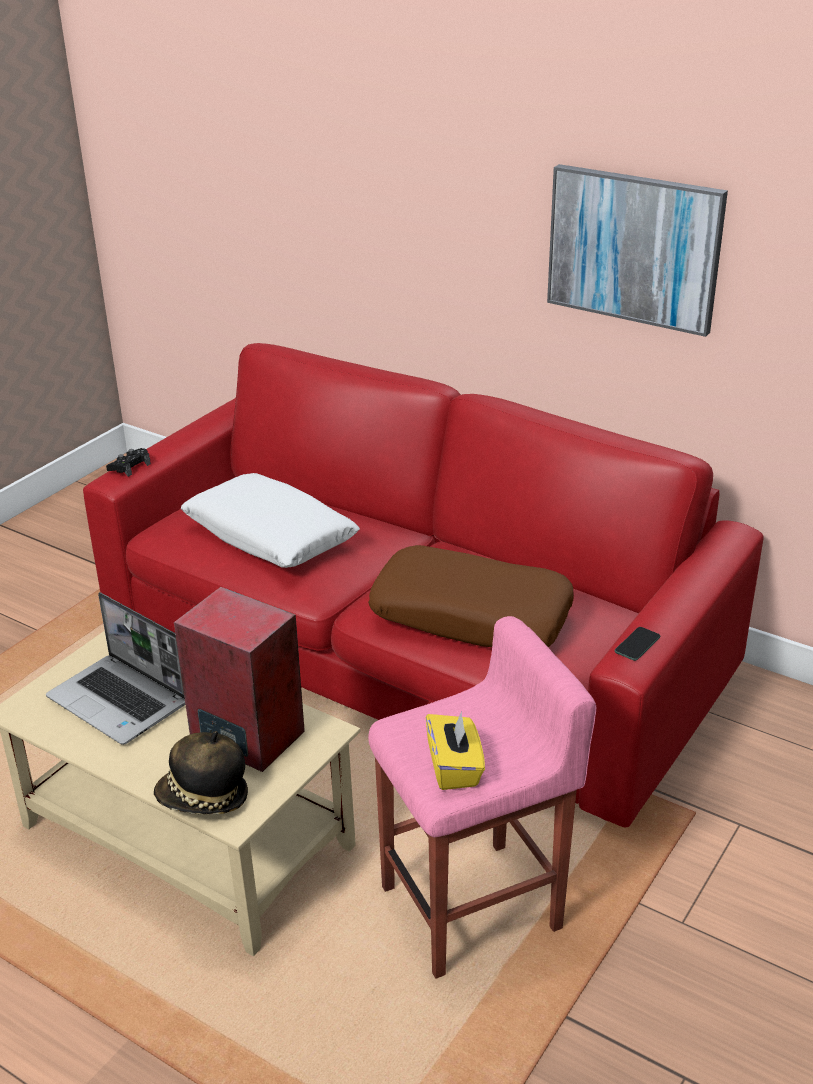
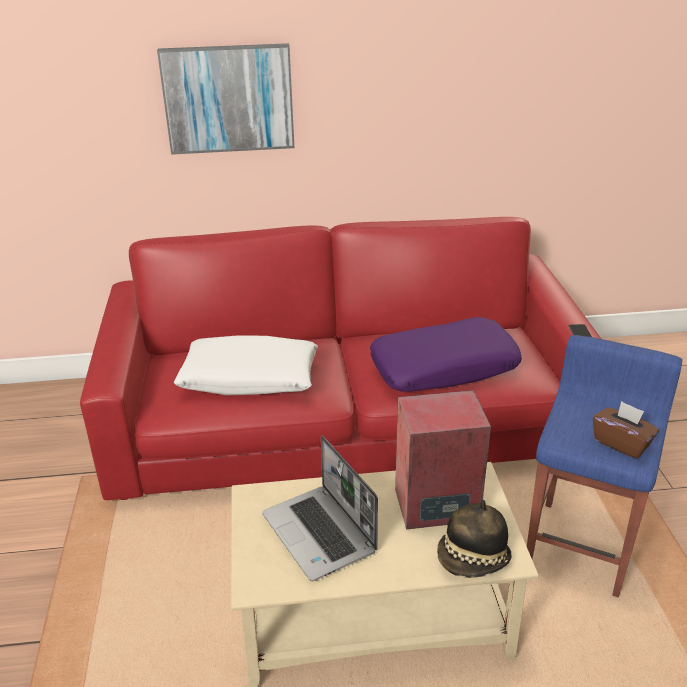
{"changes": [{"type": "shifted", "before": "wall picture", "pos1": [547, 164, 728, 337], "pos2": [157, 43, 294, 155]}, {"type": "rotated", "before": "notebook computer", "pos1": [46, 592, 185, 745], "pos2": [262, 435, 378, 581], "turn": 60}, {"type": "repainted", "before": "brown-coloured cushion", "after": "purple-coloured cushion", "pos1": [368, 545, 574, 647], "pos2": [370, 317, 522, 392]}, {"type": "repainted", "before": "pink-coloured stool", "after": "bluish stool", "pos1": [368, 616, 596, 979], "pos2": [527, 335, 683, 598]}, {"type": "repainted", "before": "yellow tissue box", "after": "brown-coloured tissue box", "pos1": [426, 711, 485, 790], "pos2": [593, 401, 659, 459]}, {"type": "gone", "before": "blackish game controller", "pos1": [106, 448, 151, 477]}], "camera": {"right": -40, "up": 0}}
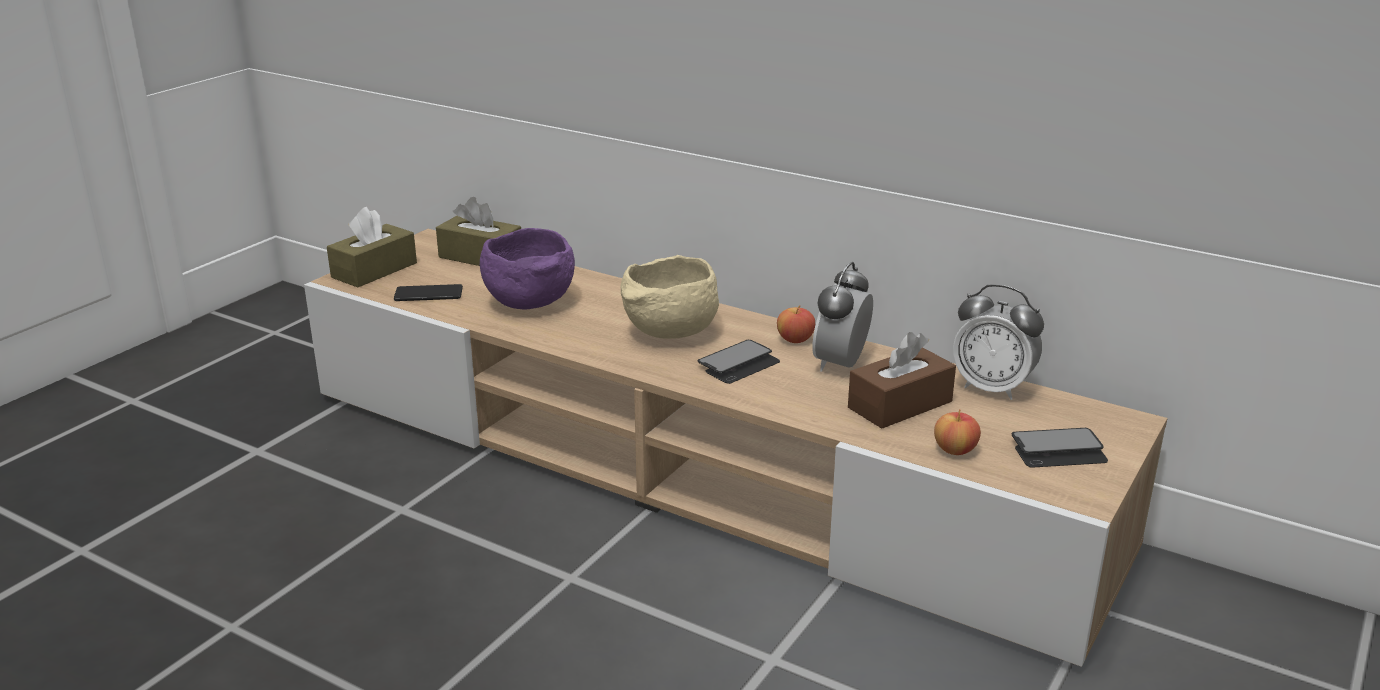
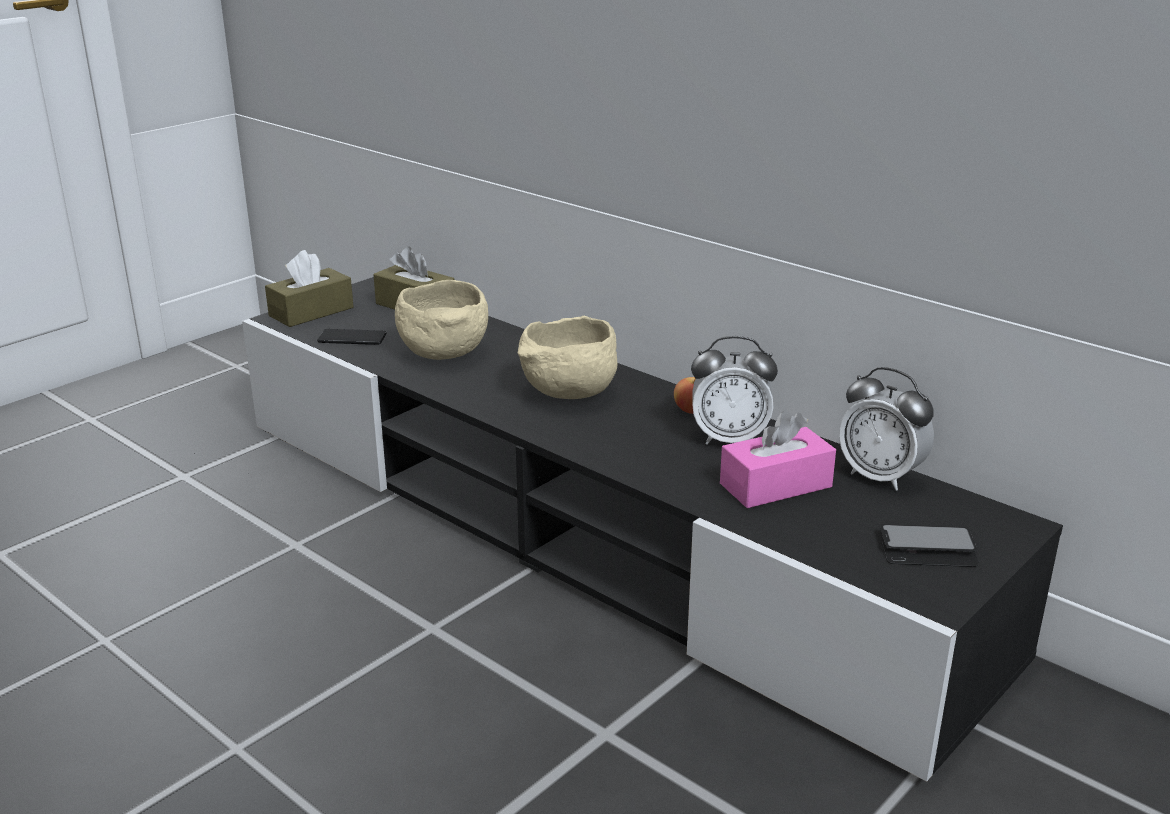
{"changes": [{"type": "repainted", "before": "beige tv stand", "after": "blackish tv stand", "pos1": [304, 229, 1168, 667], "pos2": [242, 277, 1063, 782]}, {"type": "repainted", "before": "purple-coloured serving bowl", "after": "beige serving bowl", "pos1": [480, 228, 575, 310], "pos2": [395, 280, 488, 360]}, {"type": "rotated", "before": "bedside clock", "pos1": [812, 262, 873, 372], "pos2": [691, 336, 778, 445], "turn": -120}, {"type": "repainted", "before": "brown-coloured tissue box", "after": "pink-coloured tissue box", "pos1": [848, 332, 956, 429], "pos2": [720, 410, 836, 508]}, {"type": "gone", "before": "telephone", "pos1": [697, 340, 780, 384]}, {"type": "gone", "before": "whole apple", "pos1": [934, 409, 981, 455]}], "camera": {"right": 10, "up": 0}}
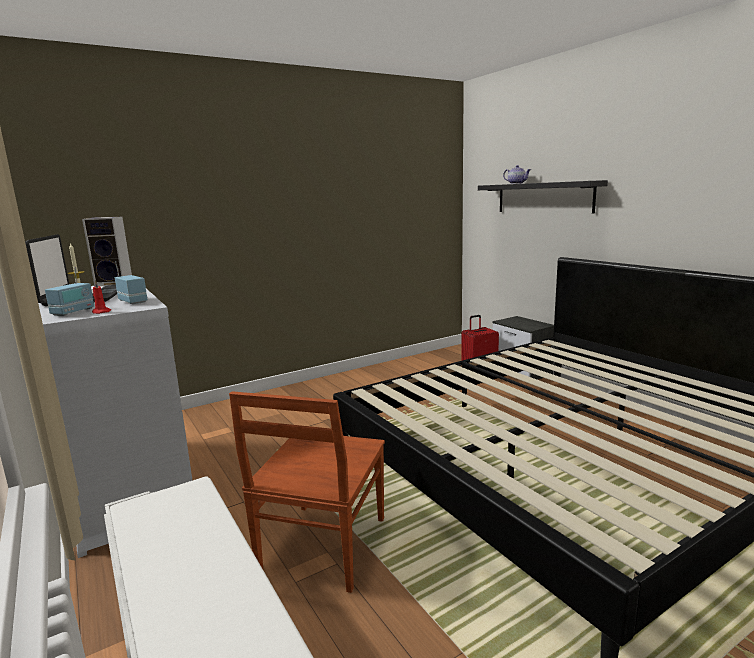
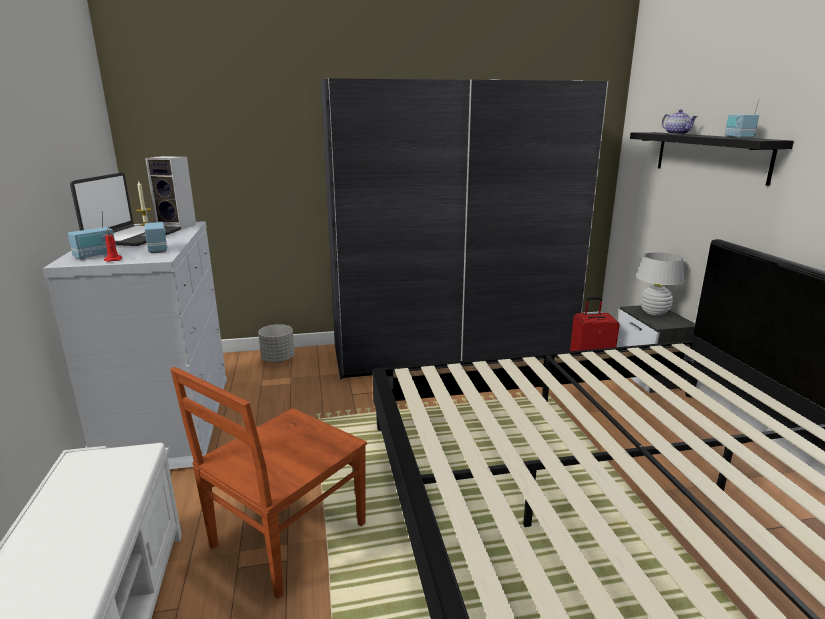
{"changes": [{"type": "new", "after": "gray flower pot", "pos2": [258, 324, 295, 363]}, {"type": "new", "after": "gray wardrobe", "pos2": [321, 78, 608, 379]}, {"type": "new", "after": "white-coloured lamp for a table", "pos2": [636, 252, 684, 315]}, {"type": "new", "after": "radio receiver", "pos2": [725, 99, 760, 139]}], "camera": {"right": 20, "up": 5}}
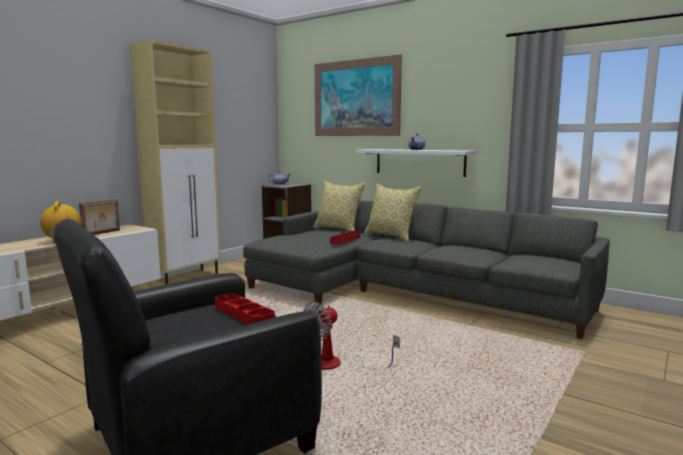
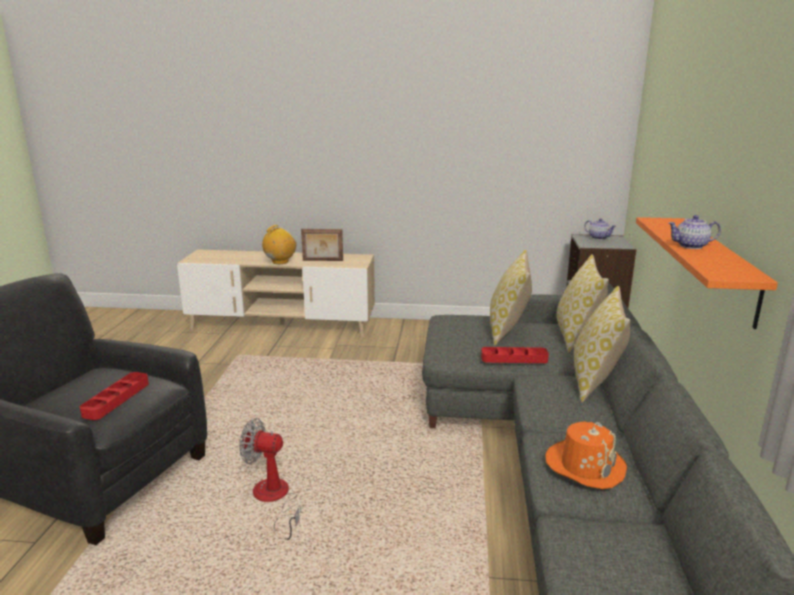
{"changes": [{"type": "new", "after": "cushion", "pos2": [490, 250, 532, 346]}, {"type": "new", "after": "orange-coloured hat", "pos2": [545, 421, 627, 489]}, {"type": "repainted", "before": "white-coloured shelf", "after": "orange-coloured shelf", "pos1": [356, 149, 477, 177], "pos2": [636, 217, 778, 329]}, {"type": "gone", "before": "beige cupboard", "pos1": [130, 40, 221, 285]}, {"type": "gone", "before": "wall picture", "pos1": [315, 54, 402, 136]}], "camera": {"right": 60, "up": 10}}
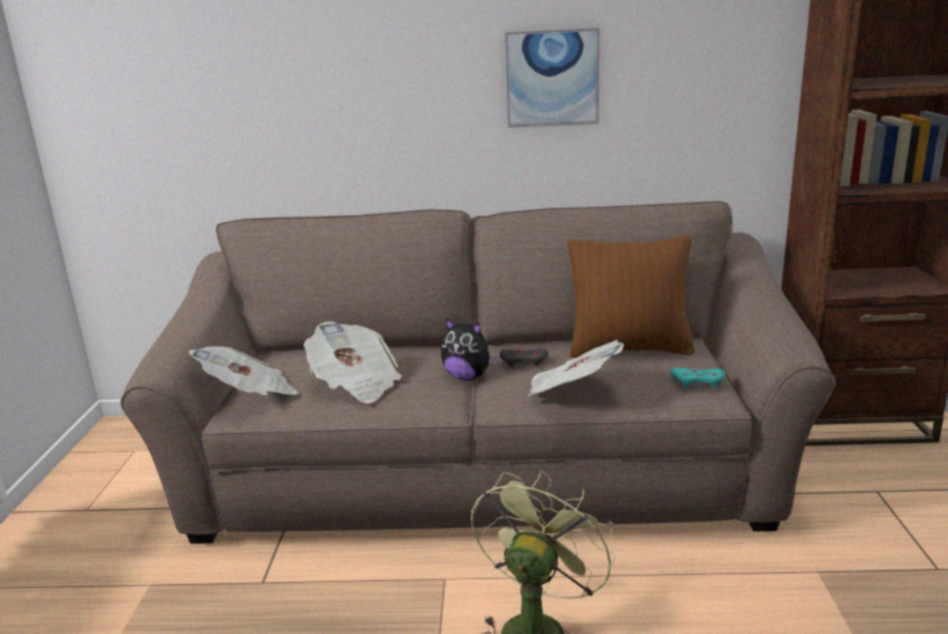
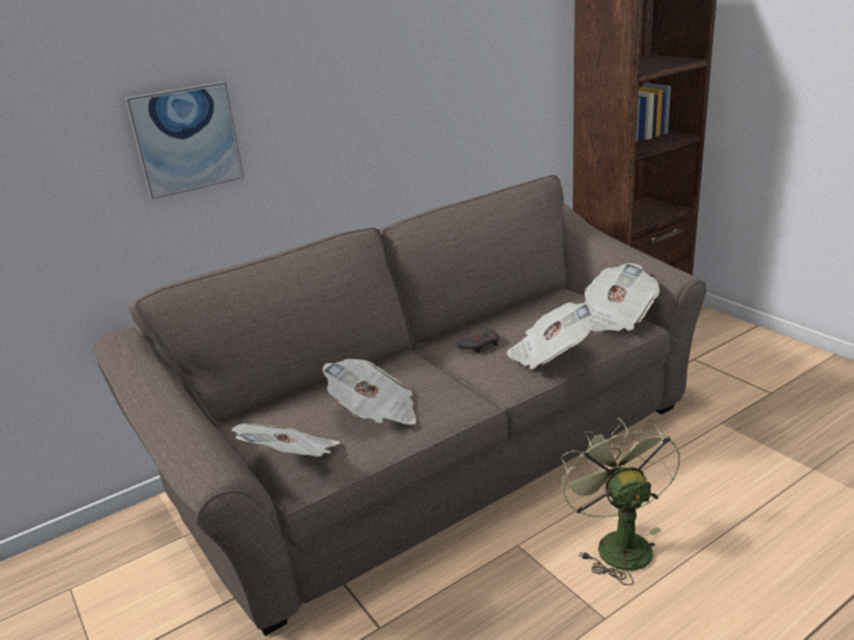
{"changes": [{"type": "shifted", "before": "wall picture", "pos1": [505, 28, 599, 128], "pos2": [125, 82, 244, 199]}, {"type": "swapped", "before": "turquoise game controller", "after": "printed paper", "pos1": [671, 368, 725, 389], "pos2": [584, 263, 660, 331]}, {"type": "gone", "before": "soft toy", "pos1": [441, 318, 498, 380]}, {"type": "gone", "before": "brown-coloured cushion", "pos1": [568, 236, 695, 357]}], "camera": {"right": -35, "up": 5}}
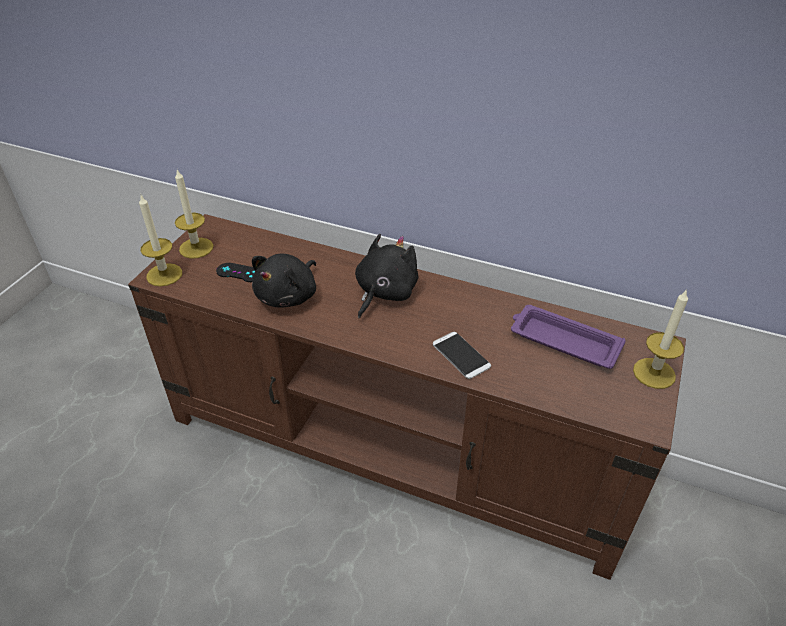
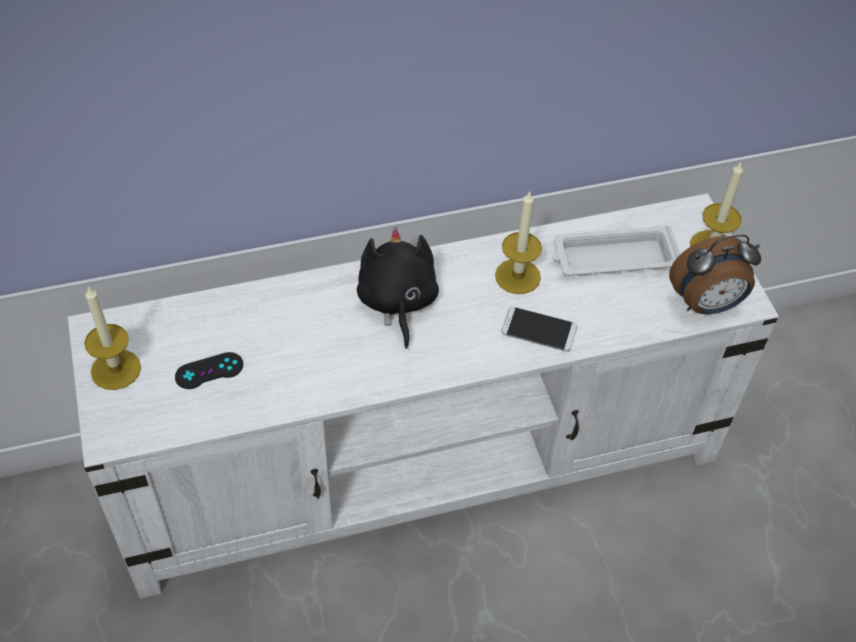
{"changes": [{"type": "repainted", "before": "brown-coloured tv stand", "after": "white-coloured tv stand", "pos1": [128, 214, 686, 580], "pos2": [68, 193, 779, 599]}, {"type": "shifted", "before": "candle", "pos1": [139, 195, 182, 286], "pos2": [495, 191, 542, 294]}, {"type": "repainted", "before": "purple-coloured serving tray", "after": "white-coloured serving tray", "pos1": [511, 305, 626, 369], "pos2": [552, 225, 680, 276]}, {"type": "new", "after": "bedside clock", "pos2": [669, 234, 761, 314]}, {"type": "gone", "before": "blackish soft toy", "pos1": [252, 254, 316, 307]}], "camera": {"right": -40, "up": 10}}
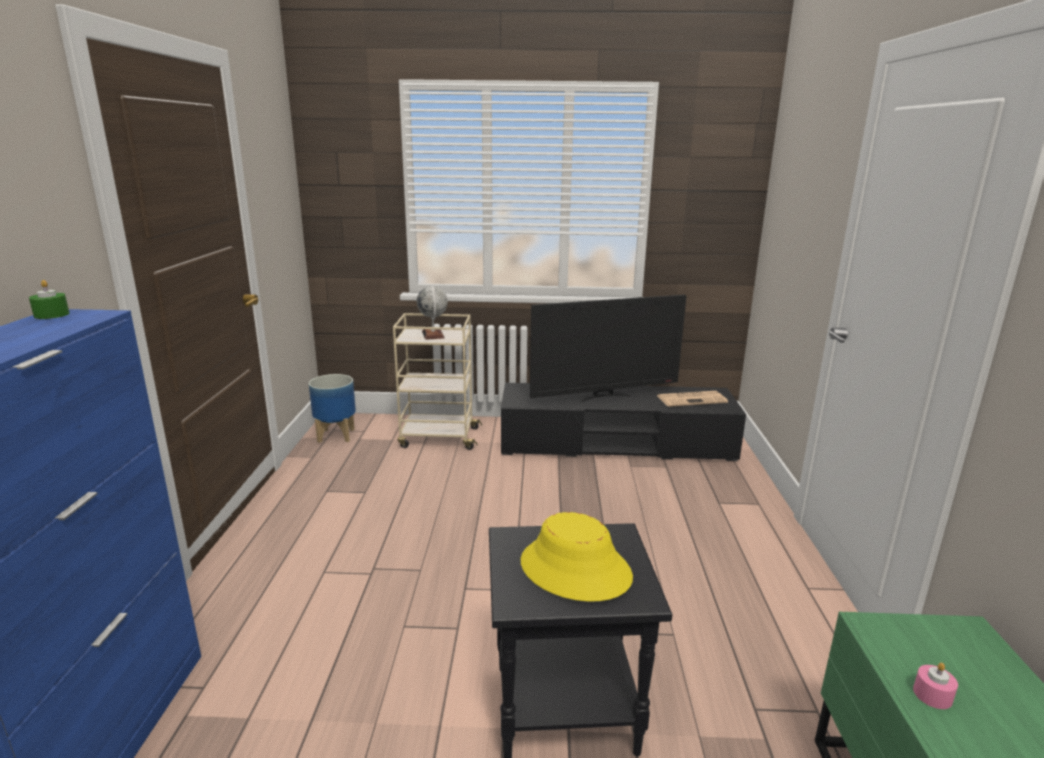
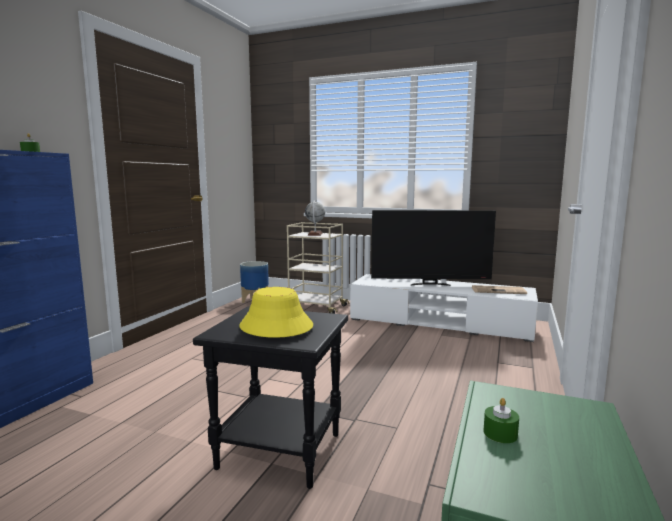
{"changes": [{"type": "repainted", "before": "blackish tv stand", "after": "white-coloured tv stand", "pos1": [501, 383, 746, 461], "pos2": [350, 274, 538, 342]}, {"type": "repainted", "before": "pink-coloured candle", "after": "greenish candle", "pos1": [913, 663, 958, 709], "pos2": [484, 398, 519, 443]}], "camera": {"right": 20, "up": -10}}
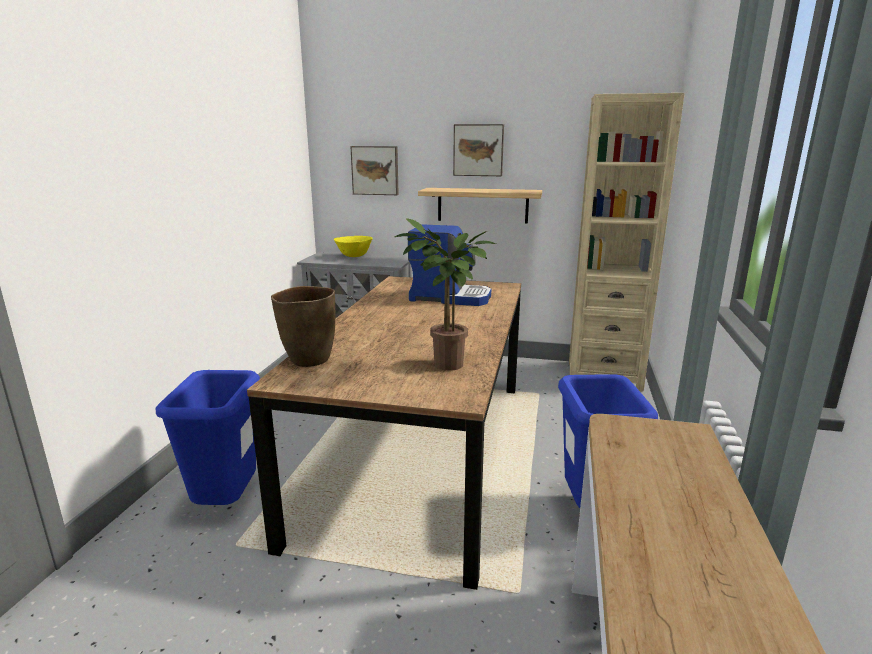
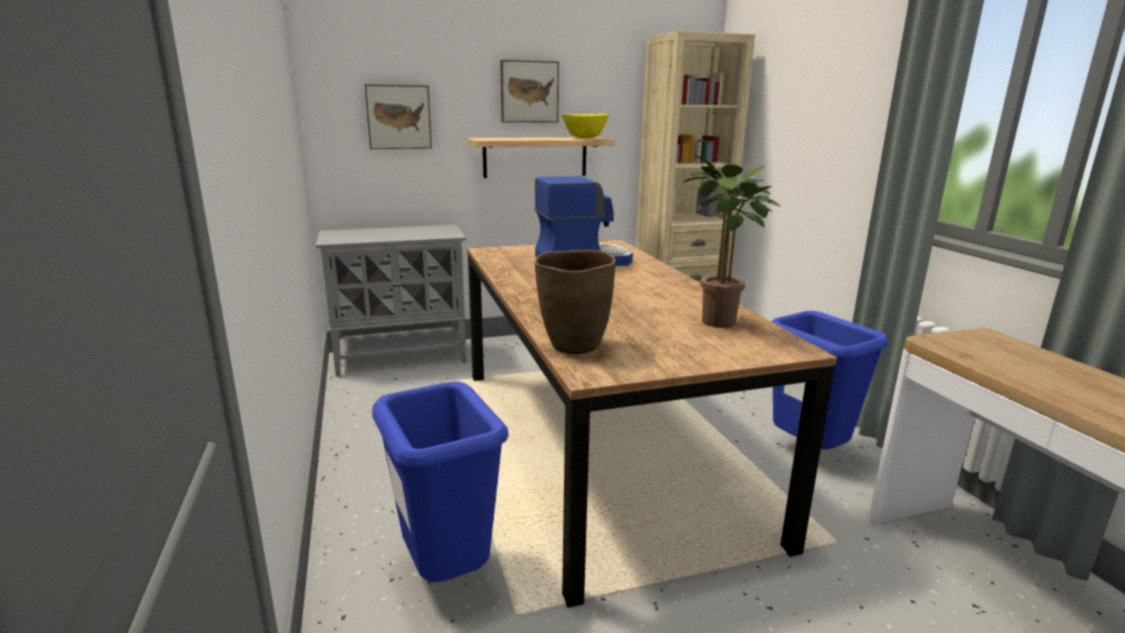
{"changes": [{"type": "shifted", "before": "yellow serving bowl", "pos1": [334, 236, 373, 257], "pos2": [561, 114, 609, 139]}], "camera": {"right": -30, "up": 0}}
